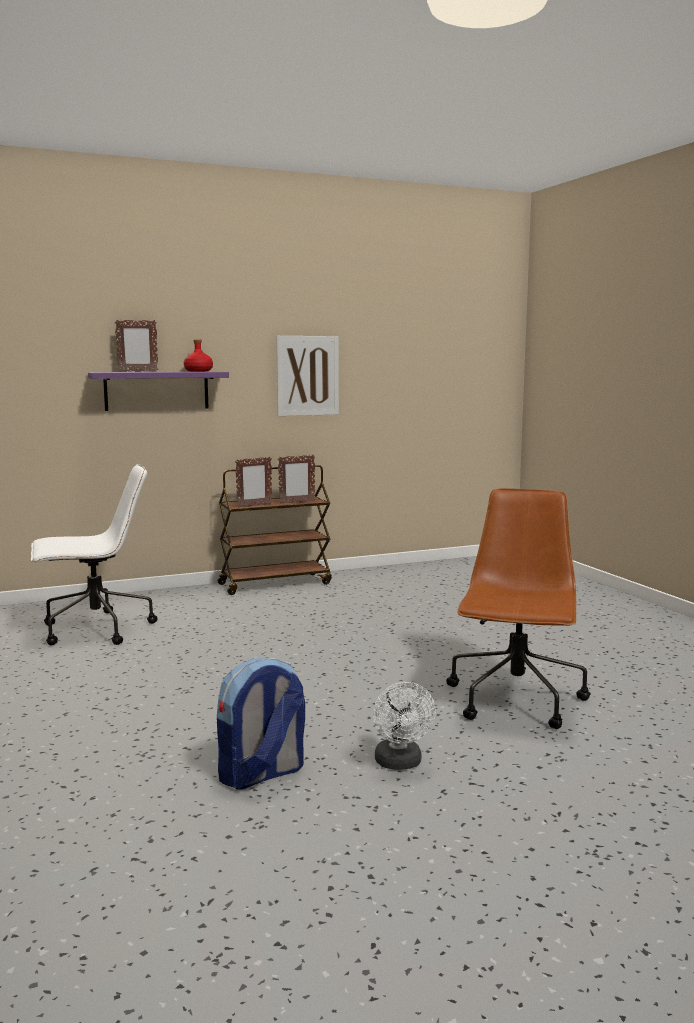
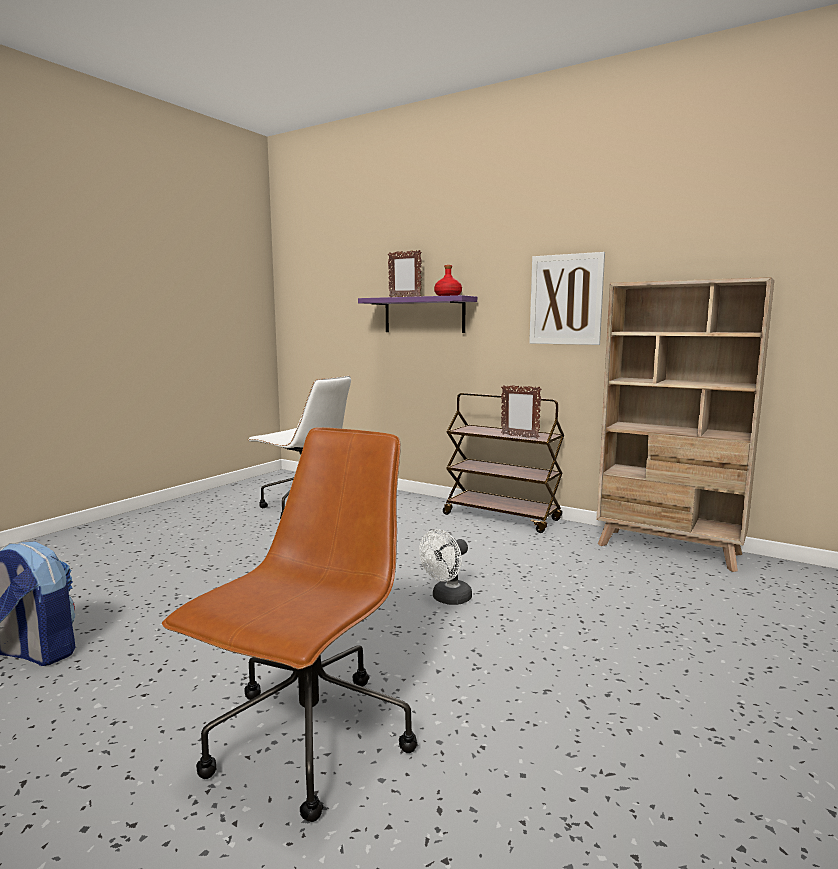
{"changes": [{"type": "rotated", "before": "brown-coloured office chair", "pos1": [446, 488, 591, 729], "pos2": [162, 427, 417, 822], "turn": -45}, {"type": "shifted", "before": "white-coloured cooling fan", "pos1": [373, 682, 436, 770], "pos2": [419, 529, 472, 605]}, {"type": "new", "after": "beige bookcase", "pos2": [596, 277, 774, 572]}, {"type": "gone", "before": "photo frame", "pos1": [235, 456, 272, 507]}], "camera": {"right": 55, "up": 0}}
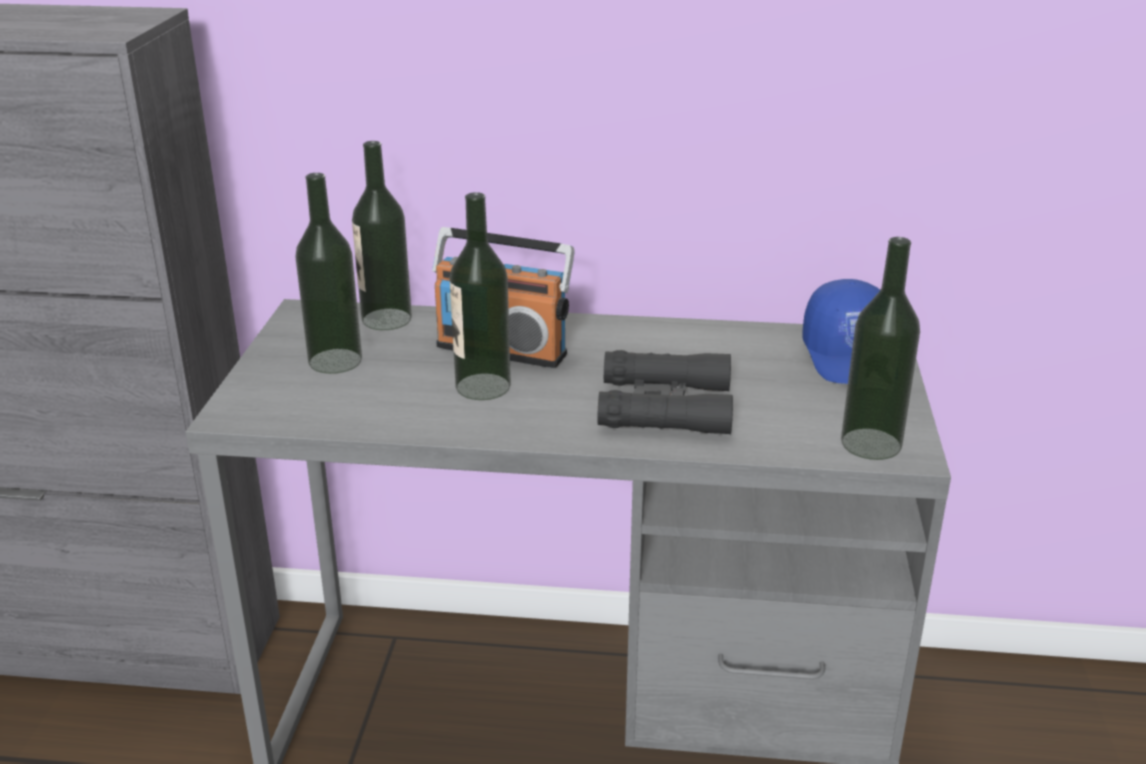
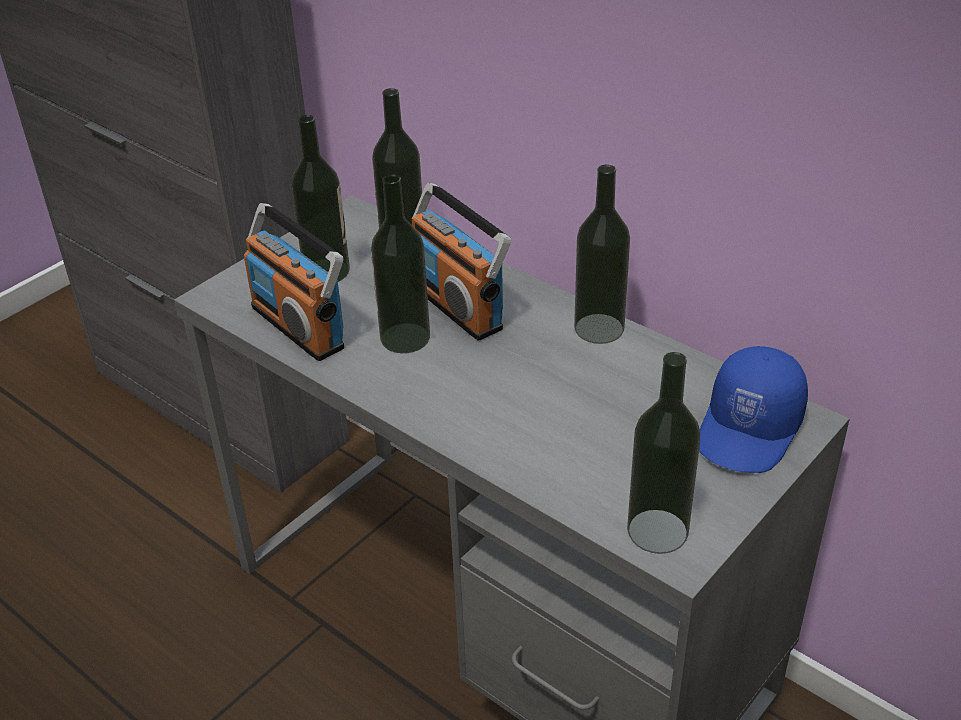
{"changes": [{"type": "new", "after": "radio receiver", "pos2": [244, 203, 344, 361]}, {"type": "new", "after": "drink bottle", "pos2": [574, 164, 630, 344]}, {"type": "gone", "before": "blackish pair of binoculars", "pos1": [597, 350, 733, 434]}], "camera": {"right": 35, "up": 10}}
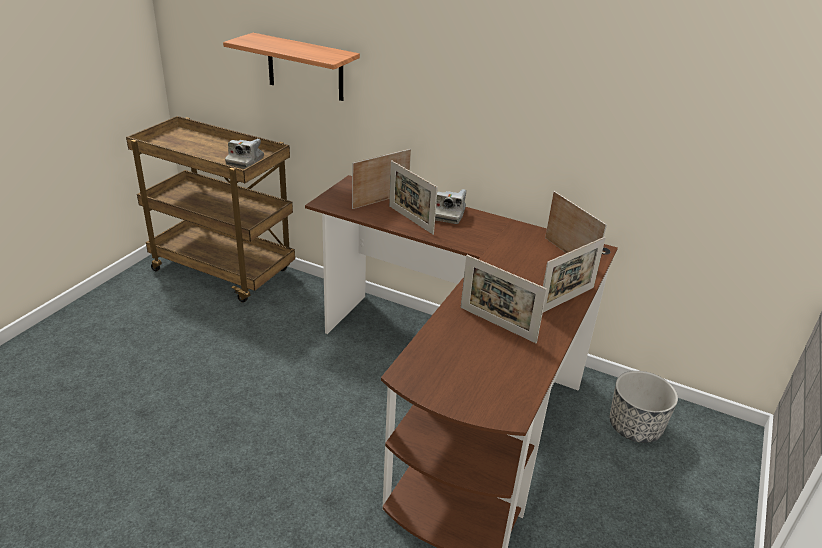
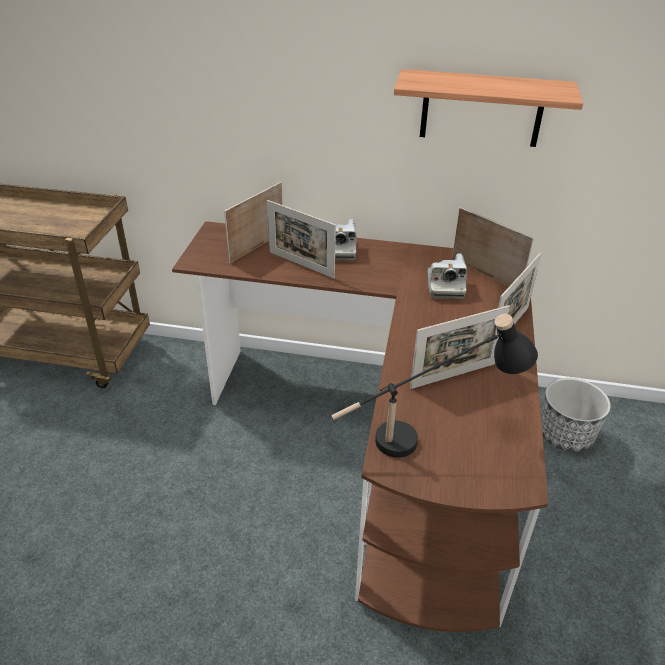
{"changes": [{"type": "new", "after": "blackish lamp for a table", "pos2": [332, 314, 538, 458]}, {"type": "shifted", "before": "shelf", "pos1": [223, 33, 360, 101], "pos2": [394, 69, 583, 147]}, {"type": "rotated", "before": "photo frame", "pos1": [461, 255, 547, 343], "pos2": [410, 305, 510, 389], "turn": -45}, {"type": "shifted", "before": "photo camera", "pos1": [225, 139, 264, 169], "pos2": [428, 254, 467, 299]}], "camera": {"right": -15, "up": 5}}
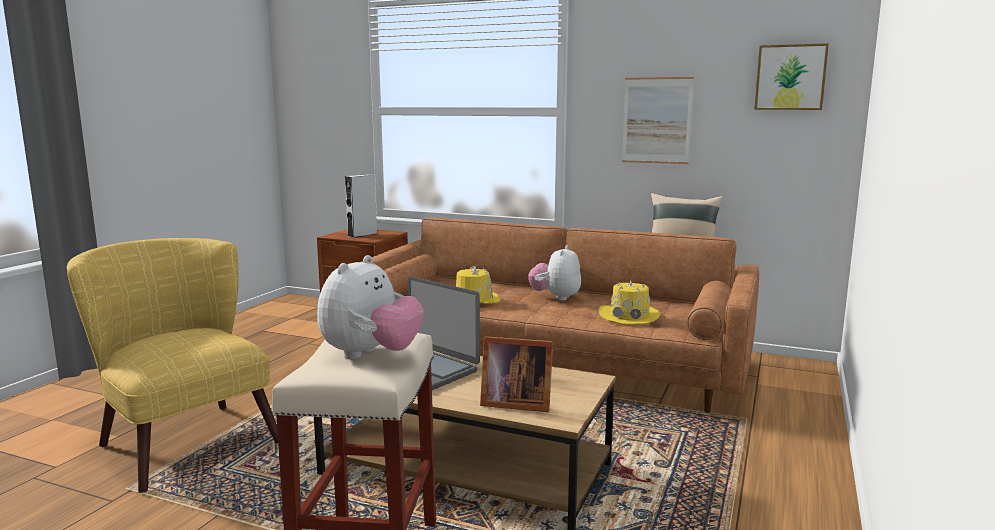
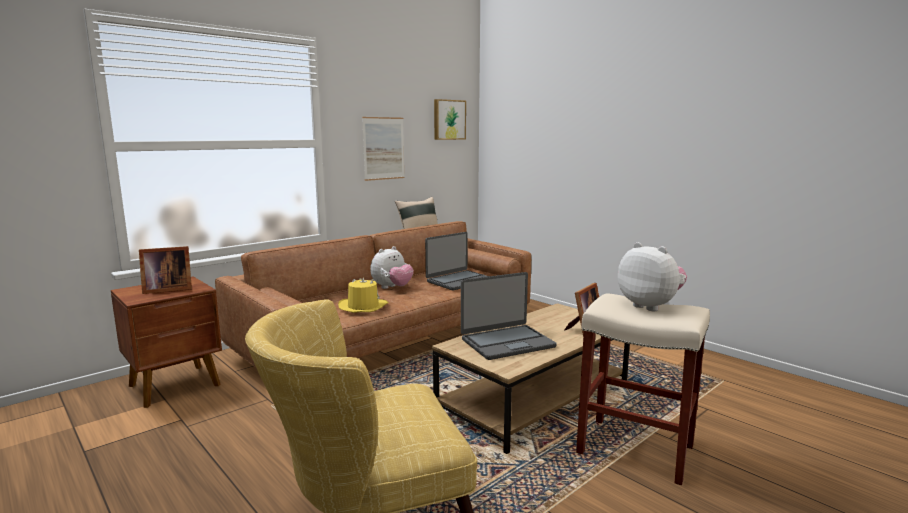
{"changes": [{"type": "swapped", "before": "gray loudspeaker", "after": "photo frame", "pos1": [345, 174, 377, 238], "pos2": [139, 246, 192, 294]}, {"type": "rotated", "before": "soft toy", "pos1": [528, 245, 581, 301], "pos2": [370, 246, 414, 289], "turn": -90}, {"type": "swapped", "before": "yellow hat", "after": "notebook computer", "pos1": [598, 281, 662, 325], "pos2": [425, 232, 488, 290]}], "camera": {"right": -65, "up": 0}}
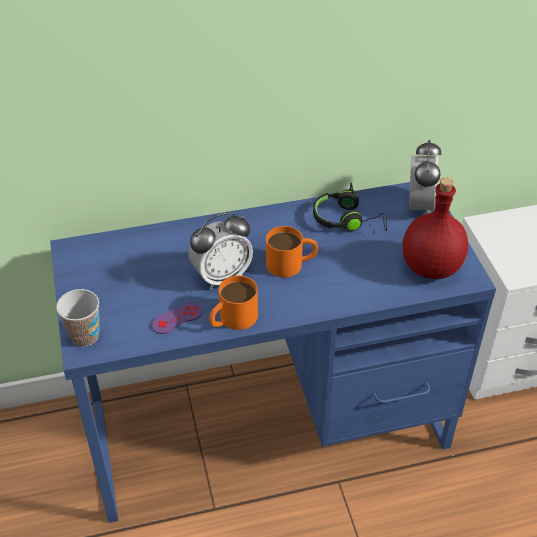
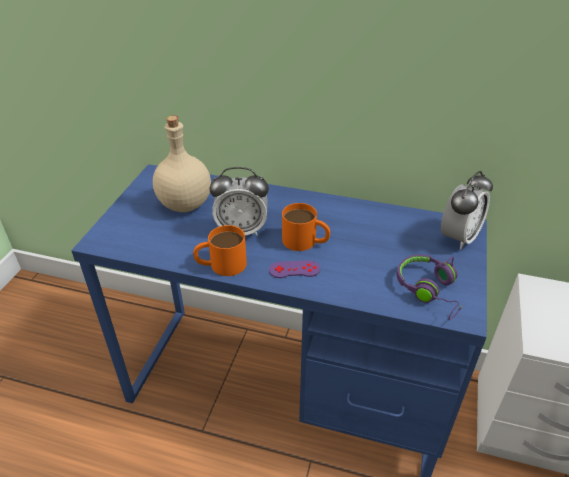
{"changes": [{"type": "new", "after": "beige drink bottle", "pos2": [153, 116, 211, 212]}, {"type": "shifted", "before": "purple-coloured game controller", "pos1": [151, 302, 202, 334], "pos2": [269, 260, 320, 278]}, {"type": "swapped", "before": "red-coloured drink bottle", "after": "purple-coloured pair of headphones", "pos1": [403, 178, 468, 279], "pos2": [397, 254, 463, 320]}, {"type": "gone", "before": "small cup", "pos1": [56, 289, 99, 347]}, {"type": "gone", "before": "blackish pair of headphones", "pos1": [313, 183, 387, 231]}], "camera": {"right": 30, "up": -5}}
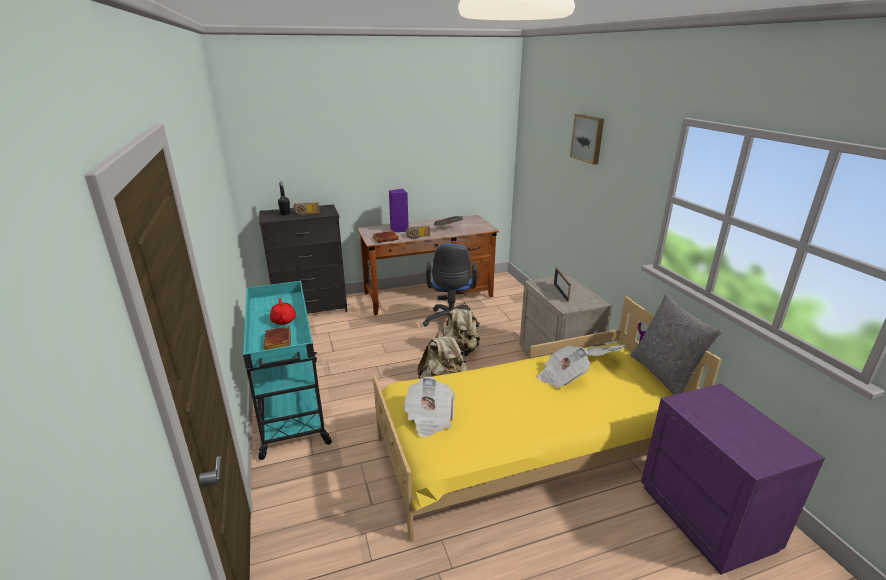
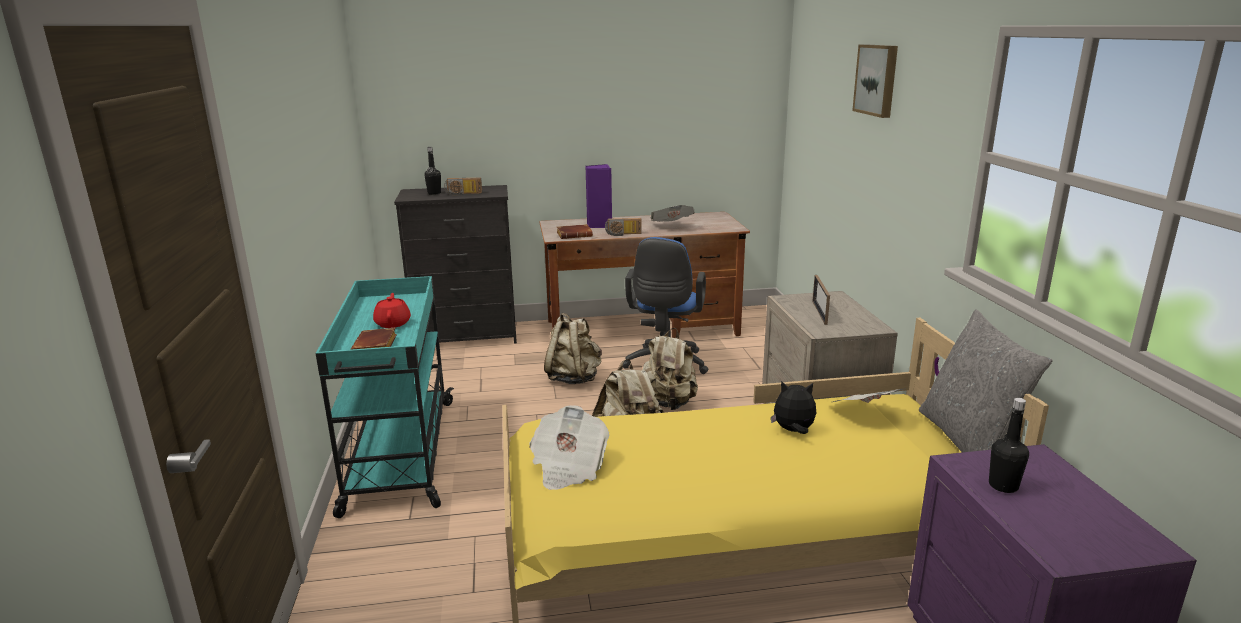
{"changes": [{"type": "new", "after": "beige knapsack", "pos2": [544, 313, 602, 384]}, {"type": "swapped", "before": "printed paper", "after": "soft toy", "pos1": [537, 346, 590, 389], "pos2": [771, 381, 816, 434]}, {"type": "new", "after": "blackish drink bottle", "pos2": [989, 398, 1029, 493]}], "camera": {"right": 10, "up": -5}}
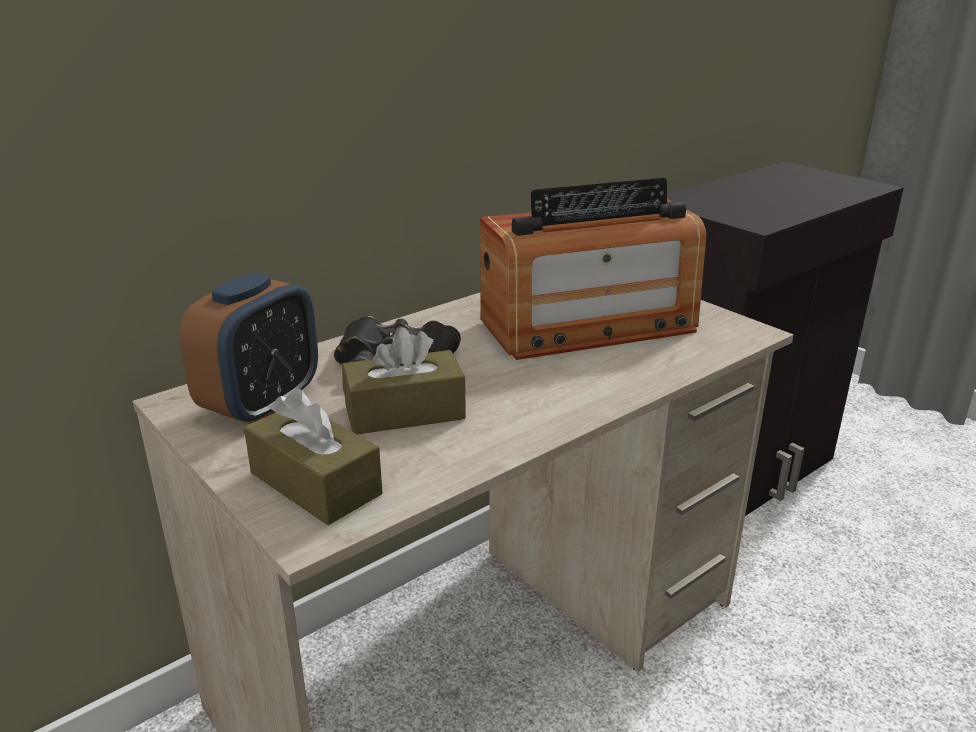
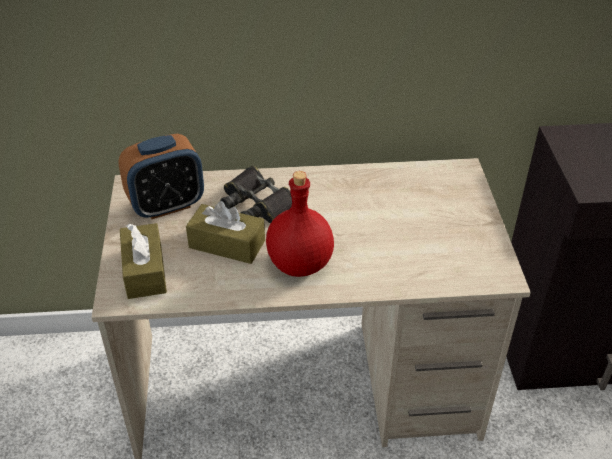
{"changes": [{"type": "new", "after": "red-coloured drink bottle", "pos2": [266, 171, 334, 277]}, {"type": "gone", "before": "radio receiver", "pos1": [480, 178, 706, 360]}], "camera": {"right": 35, "up": 15}}
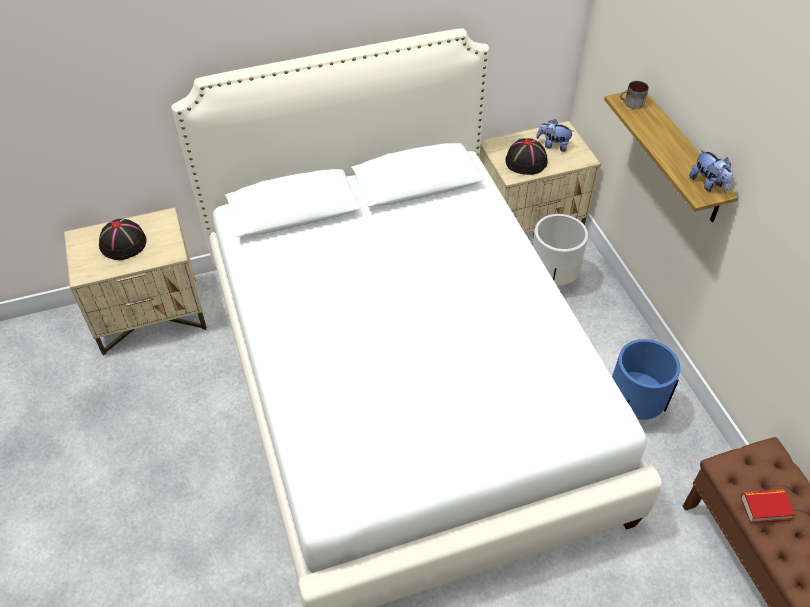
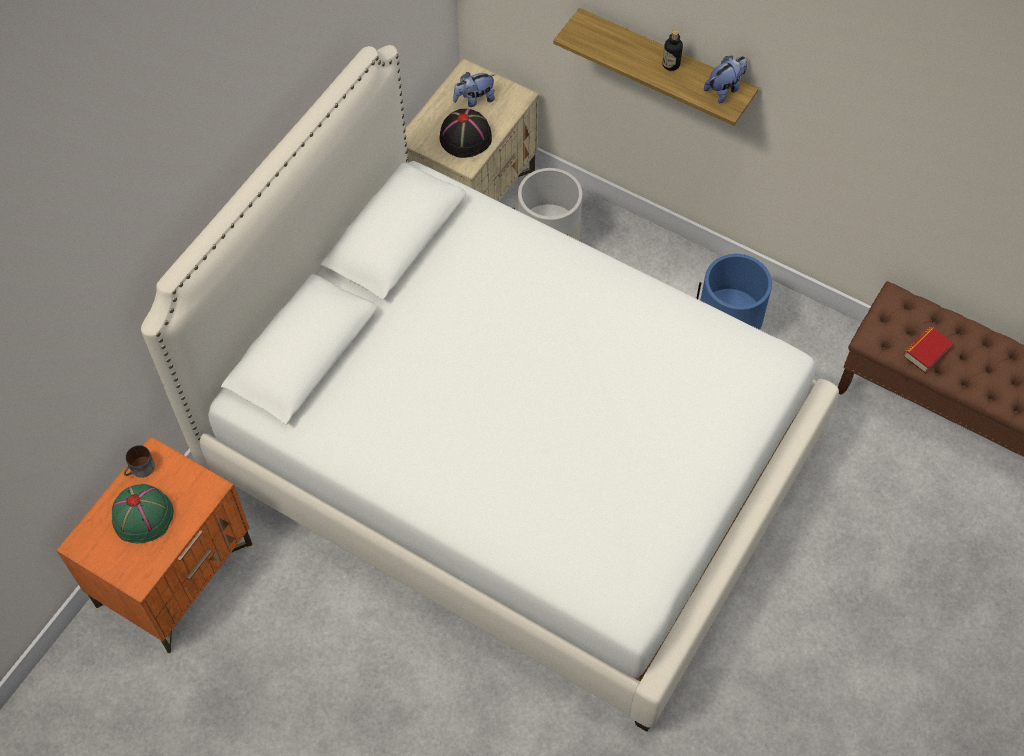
{"changes": [{"type": "repainted", "before": "beige nightstand", "after": "orange-coloured nightstand", "pos1": [64, 207, 207, 356], "pos2": [56, 436, 253, 653]}, {"type": "repainted", "before": "blackish hat", "after": "greenish hat", "pos1": [99, 219, 147, 260], "pos2": [112, 484, 174, 544]}, {"type": "shifted", "before": "coffee mug", "pos1": [620, 81, 649, 109], "pos2": [124, 445, 155, 478]}, {"type": "new", "after": "drink bottle", "pos2": [662, 30, 683, 71]}, {"type": "rotated", "before": "soft toy", "pos1": [689, 149, 733, 194], "pos2": [704, 56, 748, 103], "turn": -60}], "camera": {"right": -40, "up": 10}}
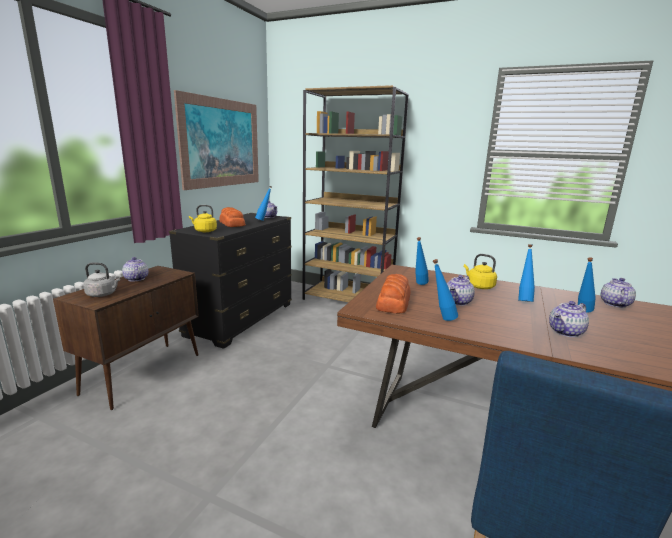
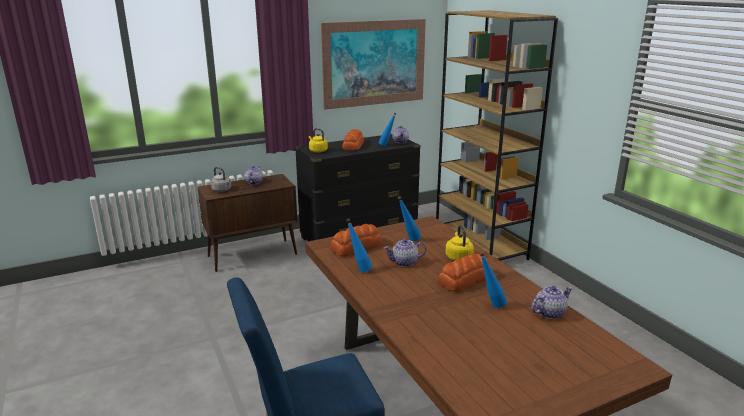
{"changes": [{"type": "swapped", "before": "bluish drink bottle", "after": "baked bread", "pos1": [518, 244, 535, 302], "pos2": [437, 253, 491, 292]}, {"type": "gone", "before": "tea pot", "pos1": [549, 301, 589, 337]}], "camera": {"right": 40, "up": 5}}
